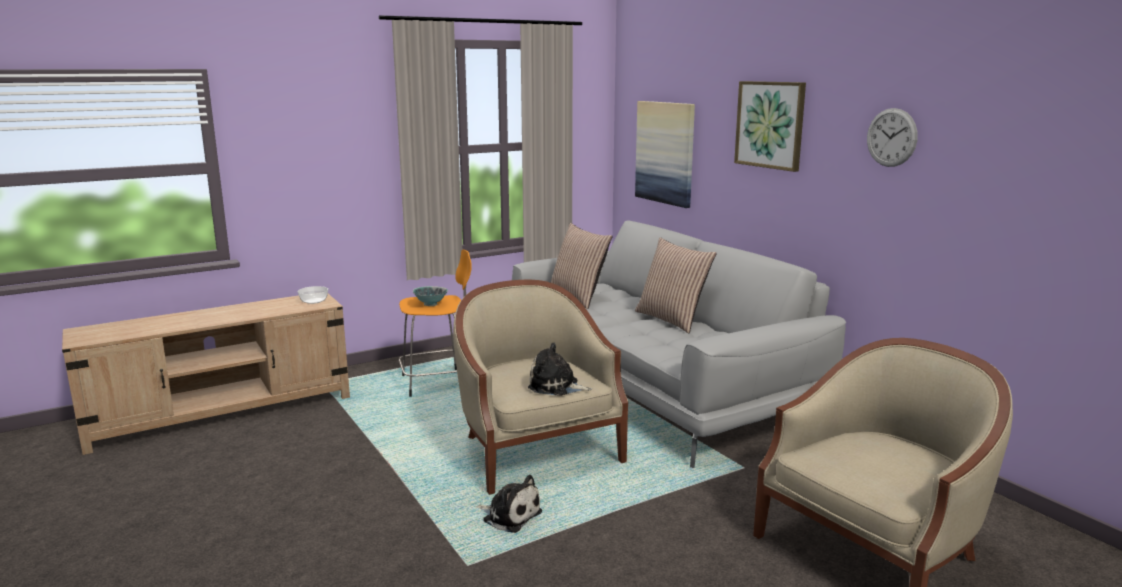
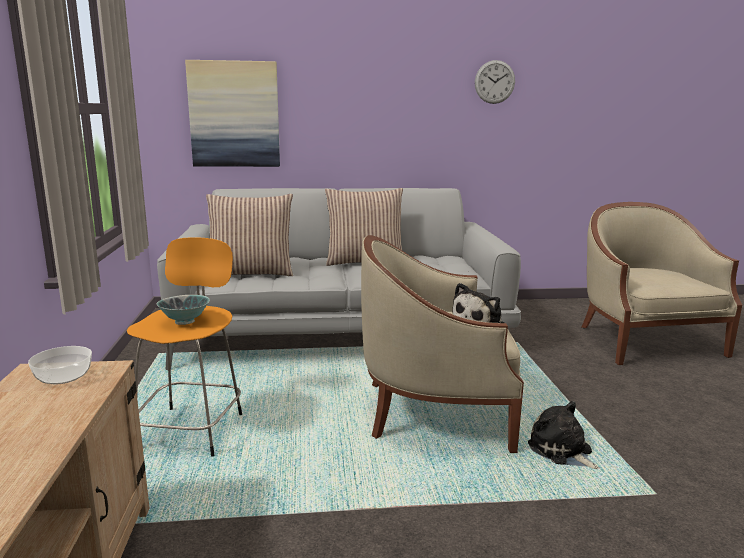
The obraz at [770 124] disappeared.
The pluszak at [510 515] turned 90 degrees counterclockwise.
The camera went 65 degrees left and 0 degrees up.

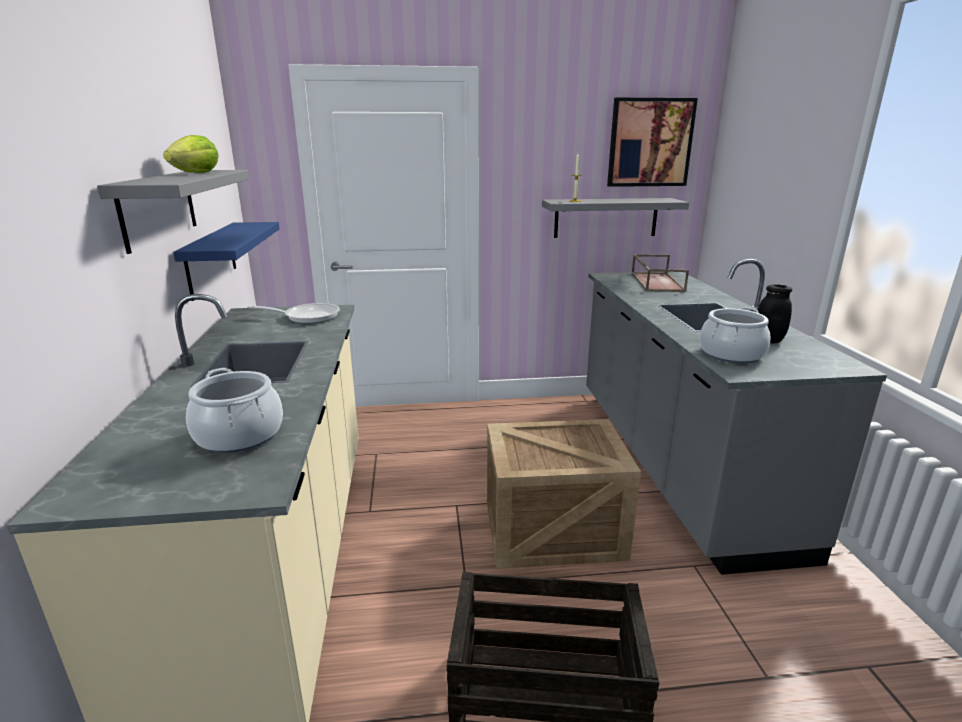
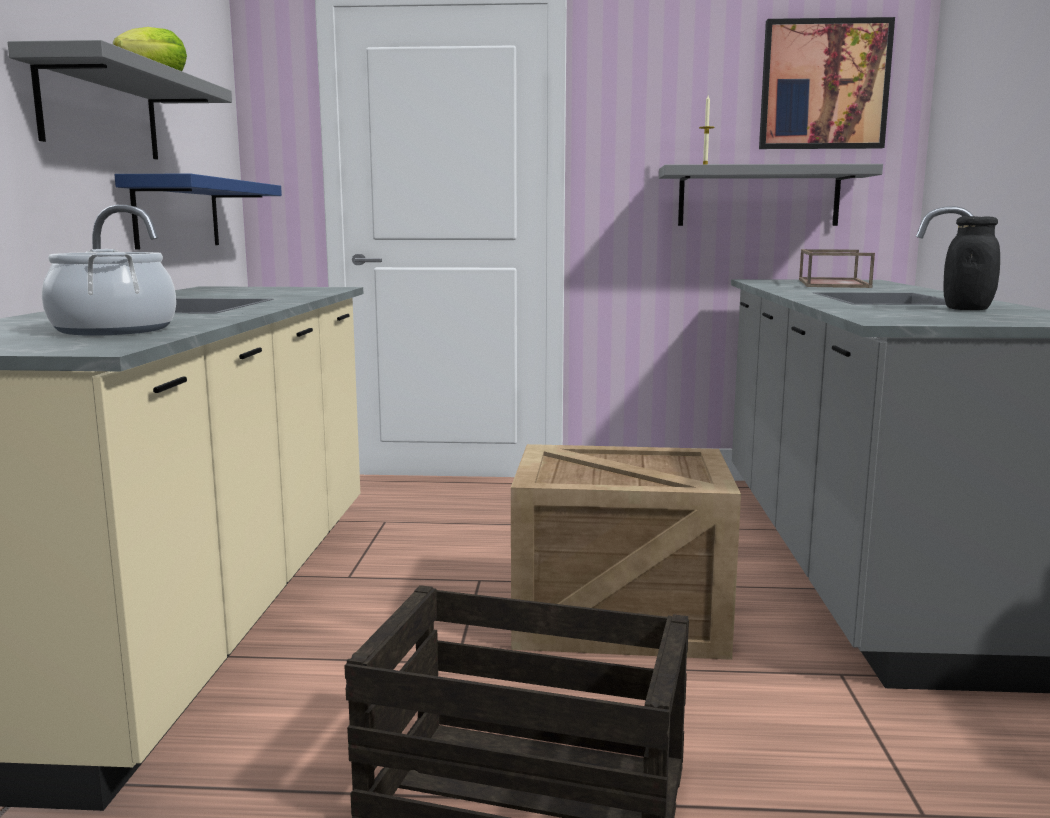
The patelnia at [307 316] disappeared.
The garnek at [731 354] disappeared.
The camera went 10 degrees right and 10 degrees down.

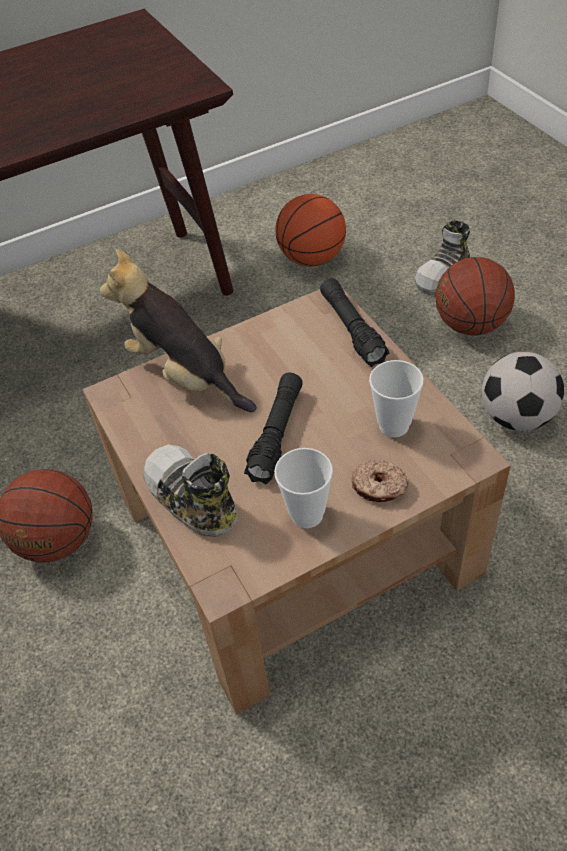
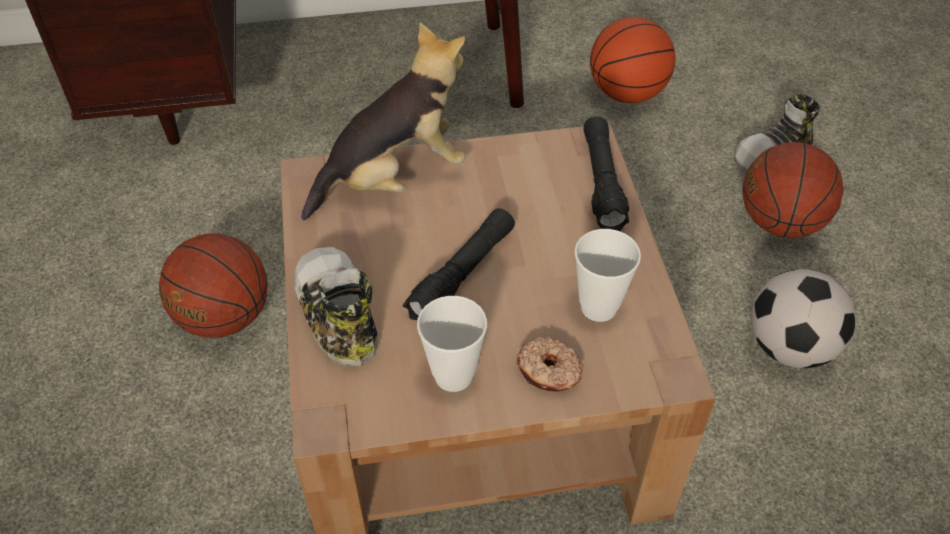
The pluszak at [185 375] turned 90 degrees clockwise.
The camera went 15 degrees right and 0 degrees up.

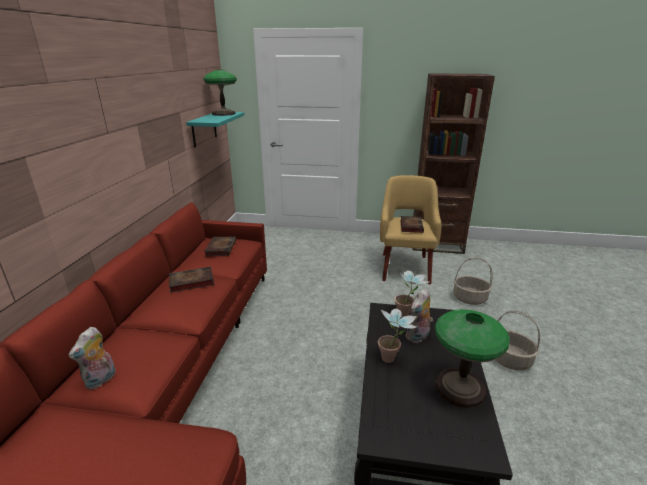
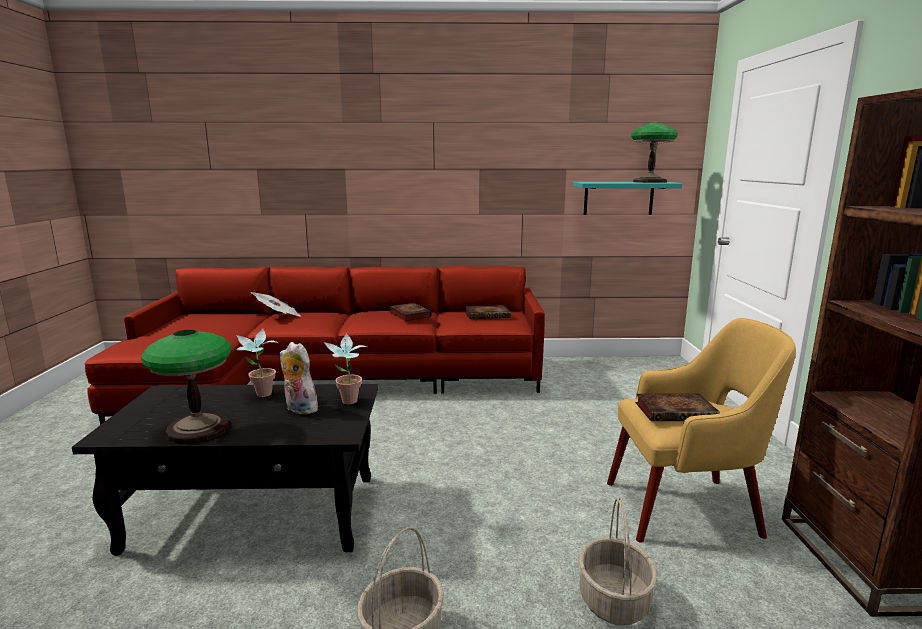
The pluszak at [101 380] was replaced by the gazeta at [278 316].
The camera went 80 degrees right and 10 degrees down.

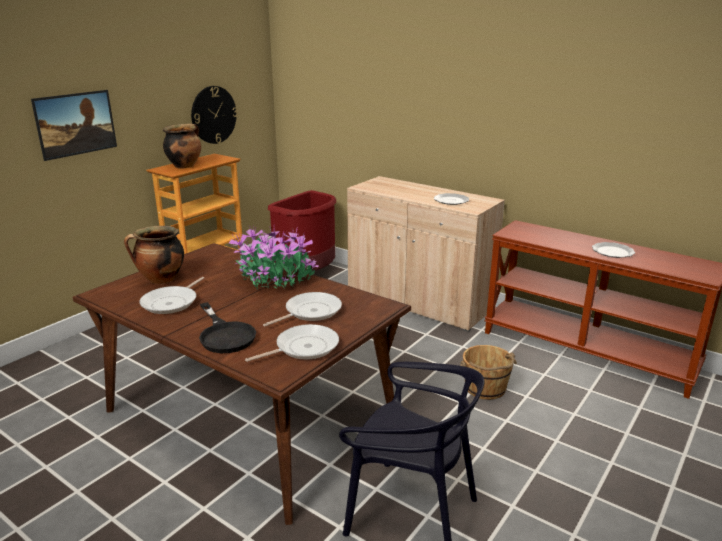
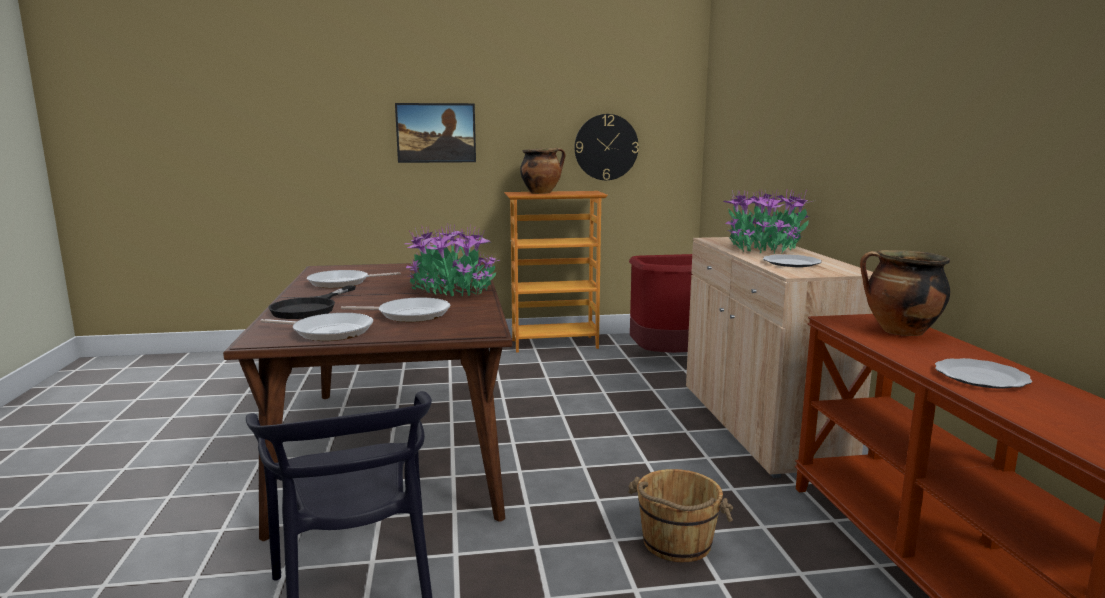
The roślina doniczkowa at [764 248] appeared.
The garnek moved from [160 280] to [899 332].
The camera went 45 degrees right and 10 degrees down.

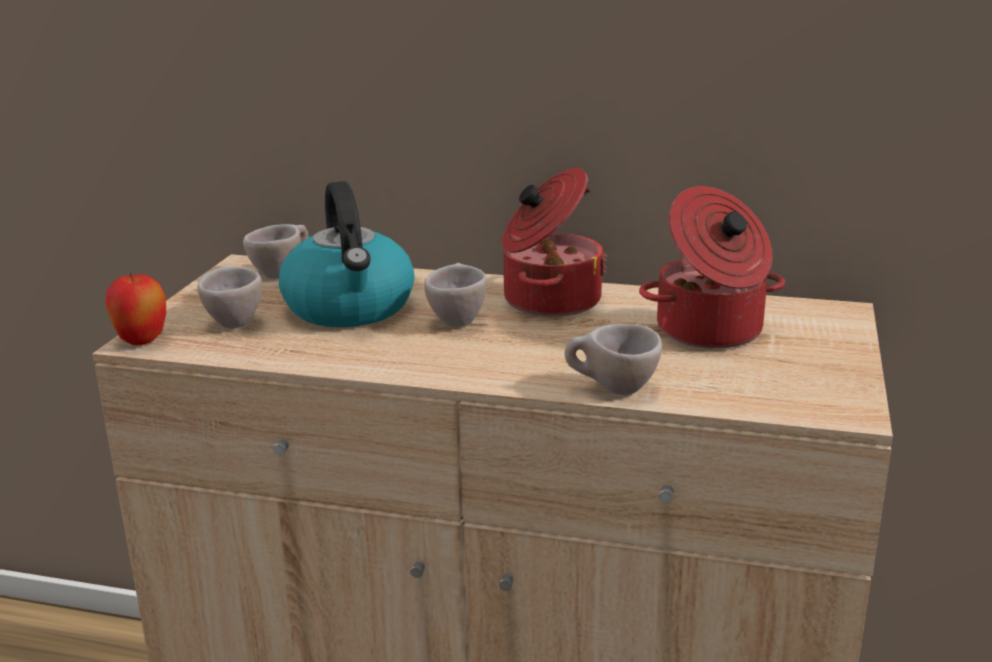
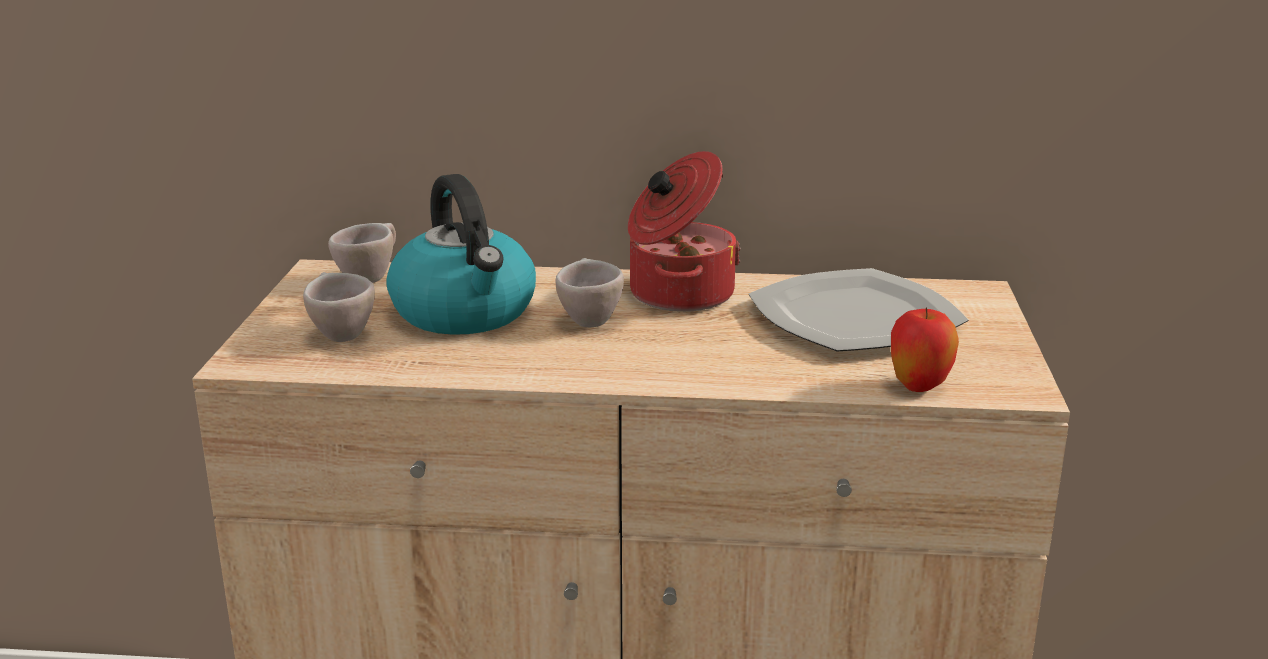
The filiżanka [beżowy] at [612 390] disappeared.
The jabłko moved from [142 342] to [919 387].
The garnek at [710 331] was replaced by the talerz at [857 318].
The camera went 10 degrees left and 0 degrees up.

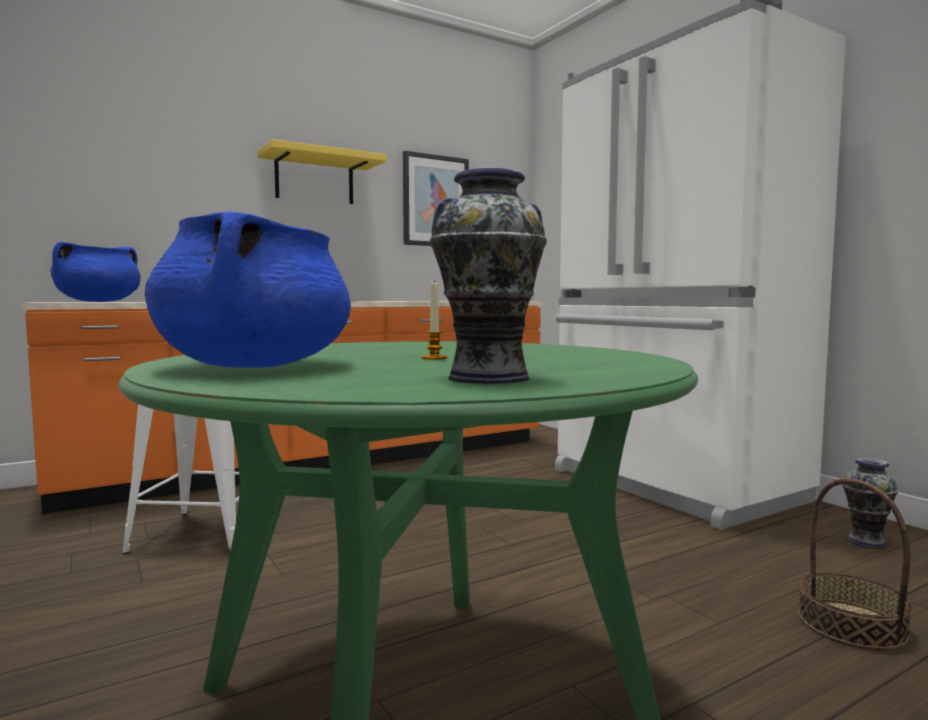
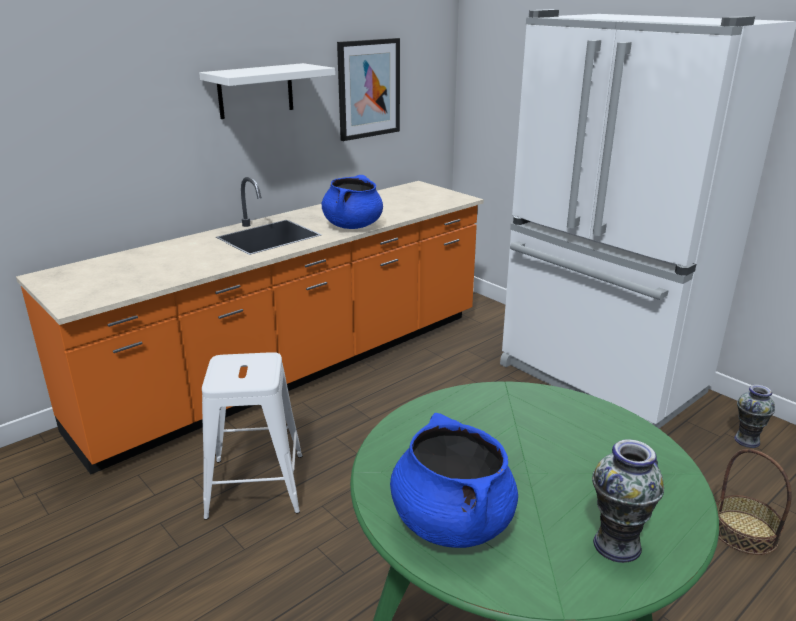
The świeca at [434 358] disappeared.
The garnek [niebieski] moved from [98 301] to [353 225].
The półka [żółty] at [314 179] became the półka [biały] at [255 91].
The camera went 10 degrees left and 20 degrees up.

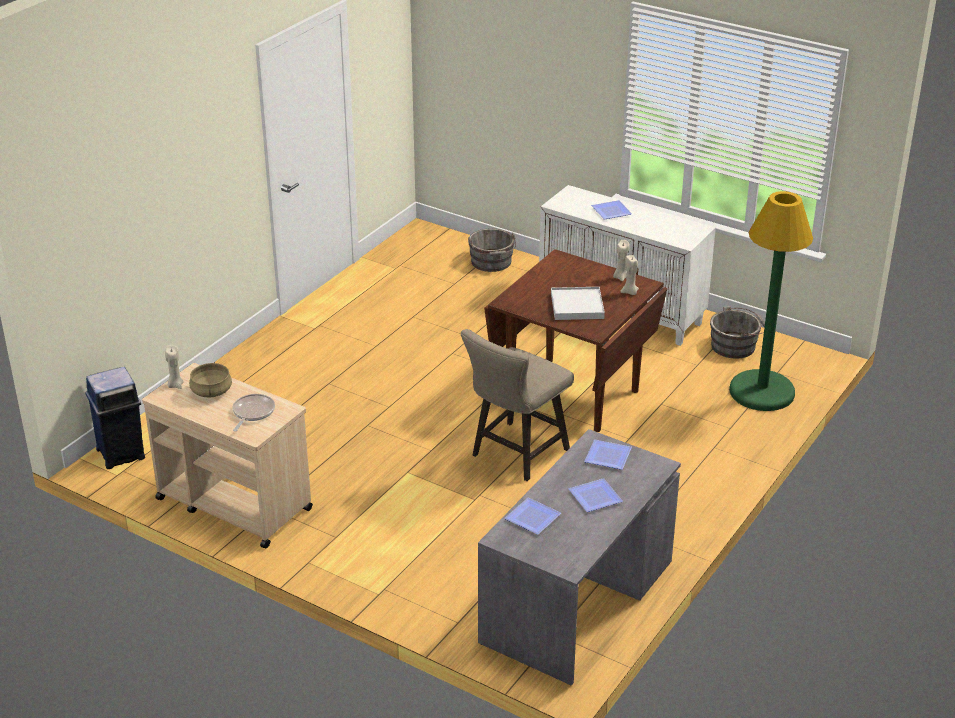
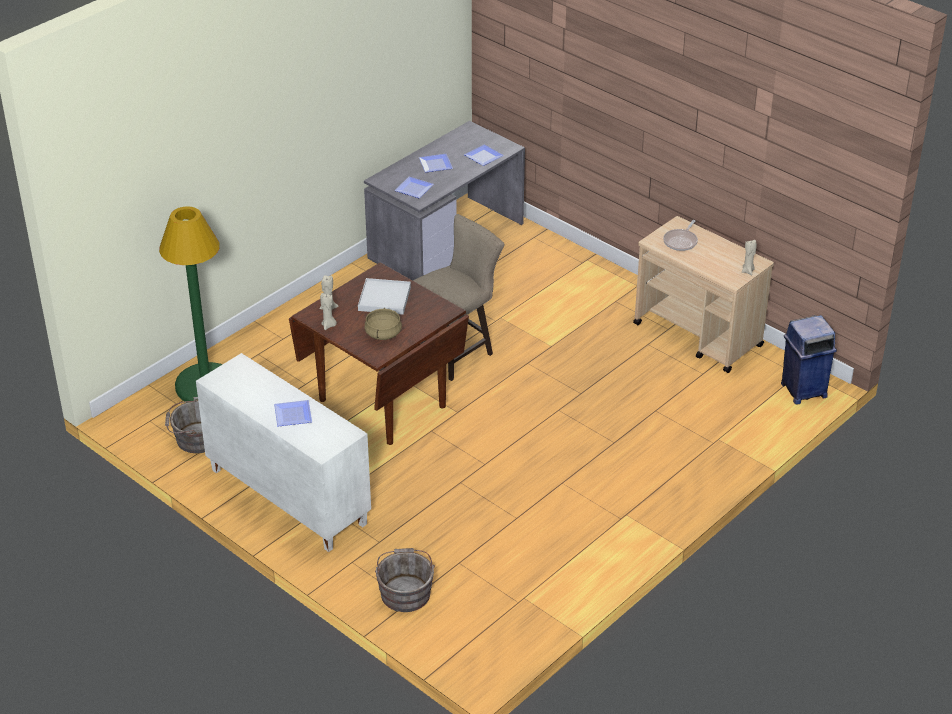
The garnek [beżowy] moved from [212 391] to [383 333].
The camera went 170 degrees left and 5 degrees up.

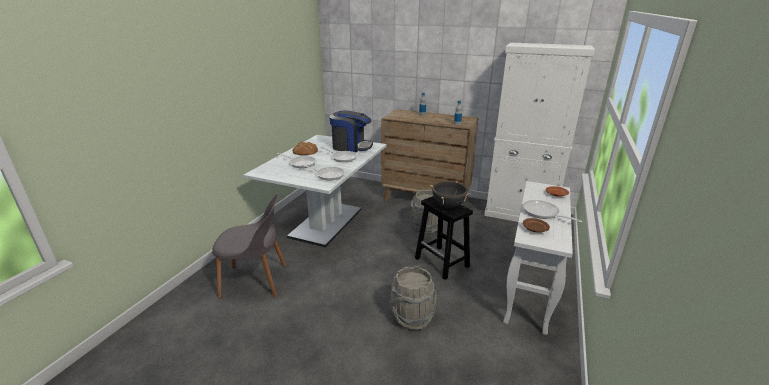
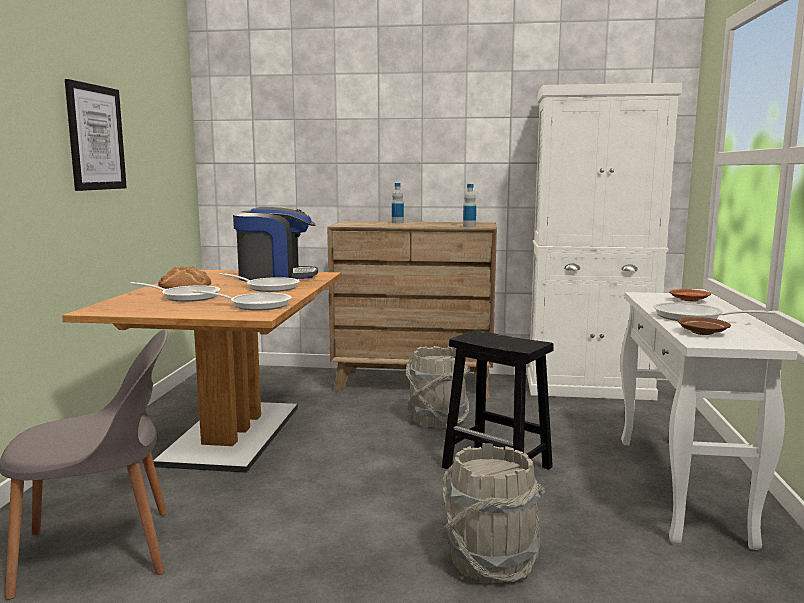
The garnek [czarny] at [448 205] disappeared.
The obraz at [96 137] appeared.
The stół jadalny [biały] at [326 223] became the stół jadalny [brązowy] at [233 434].
The camera went 15 degrees left and 15 degrees down.

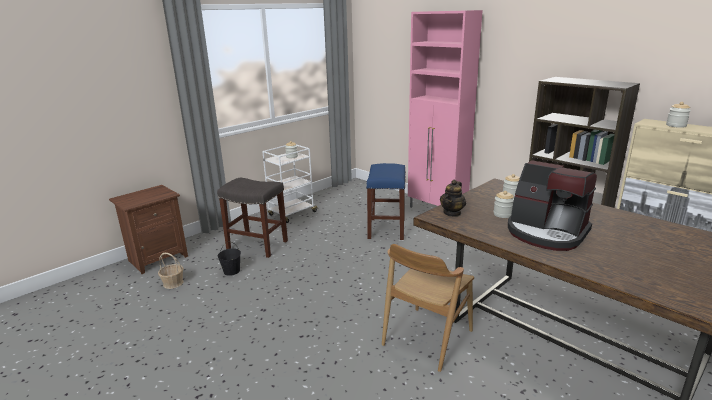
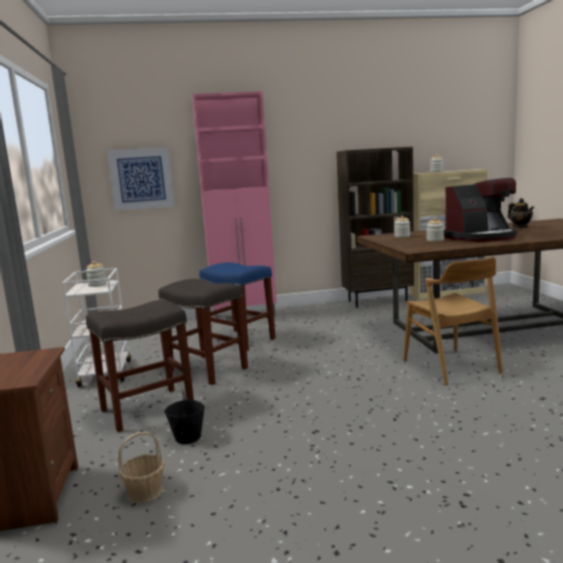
The obraz at [141 179] appeared.
The stołek [szary] at [209 369] appeared.
The imbryk moved from [452 213] to [520 227].
The camera went 55 degrees left and 10 degrees down.

